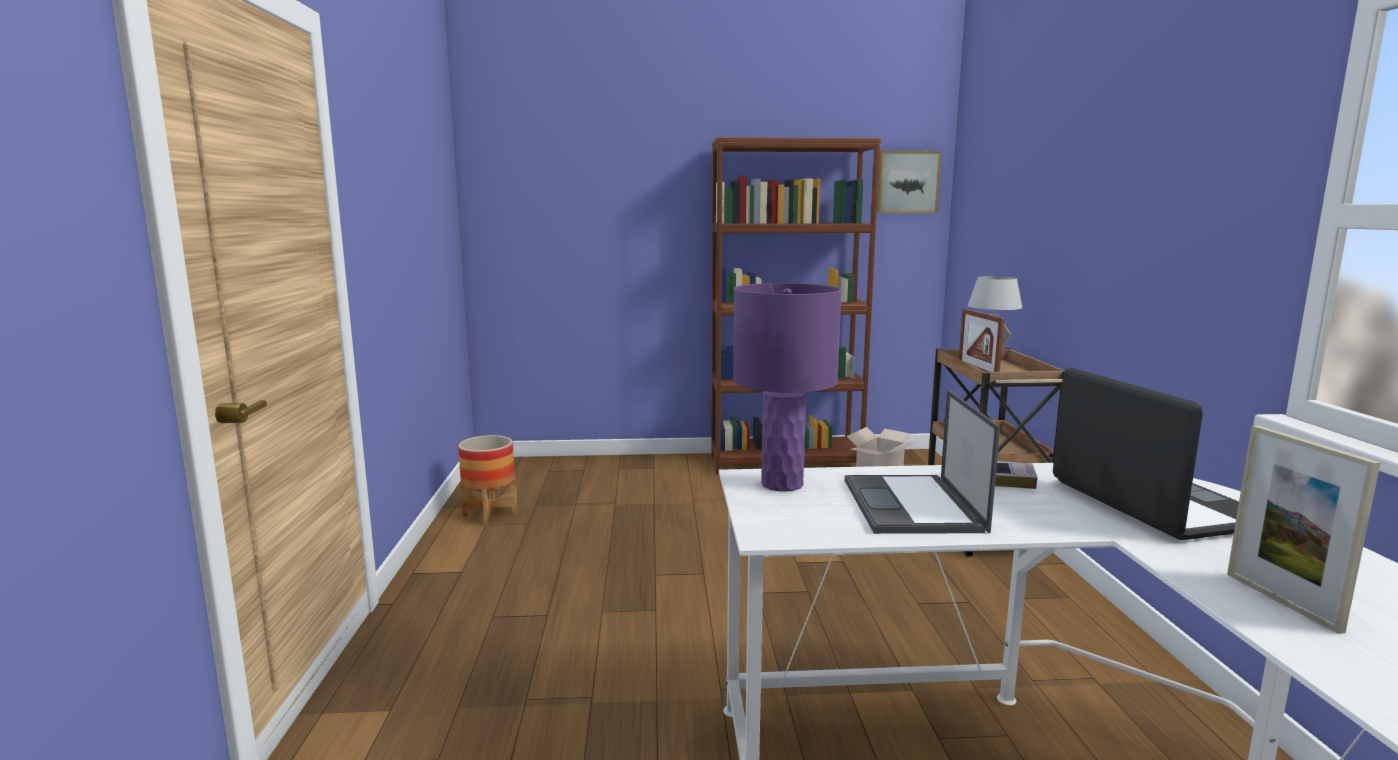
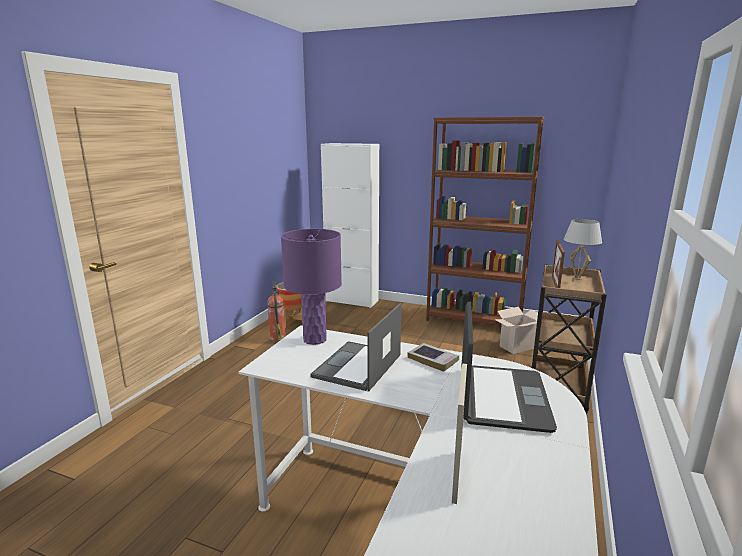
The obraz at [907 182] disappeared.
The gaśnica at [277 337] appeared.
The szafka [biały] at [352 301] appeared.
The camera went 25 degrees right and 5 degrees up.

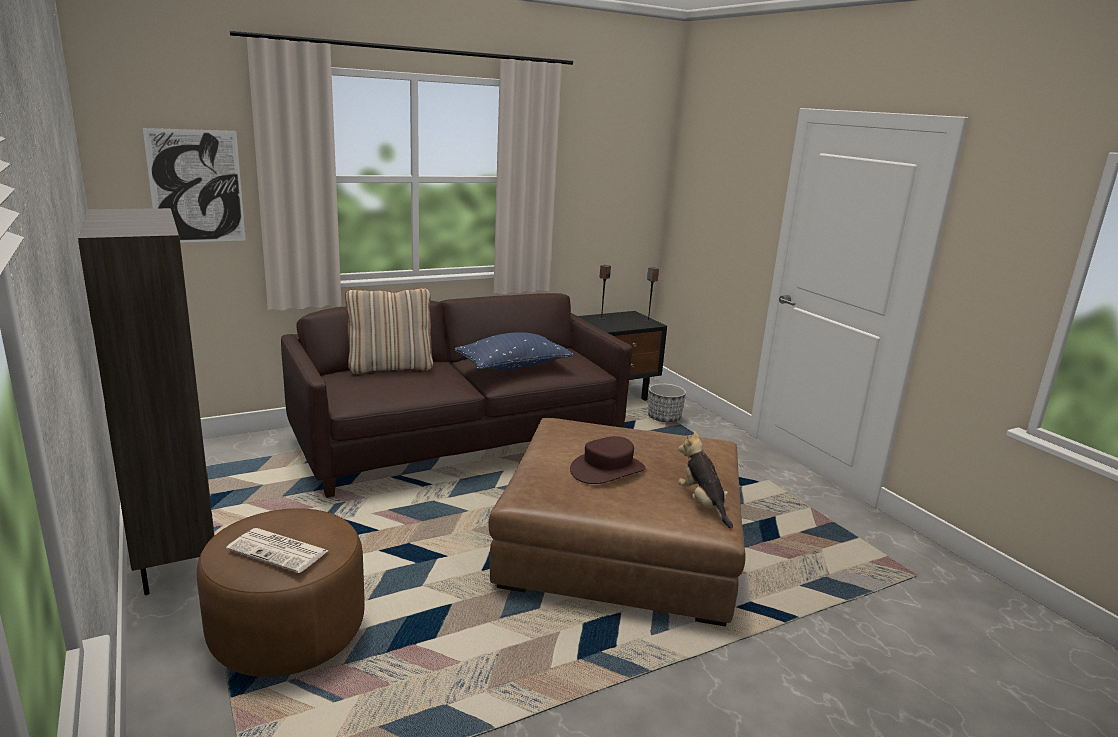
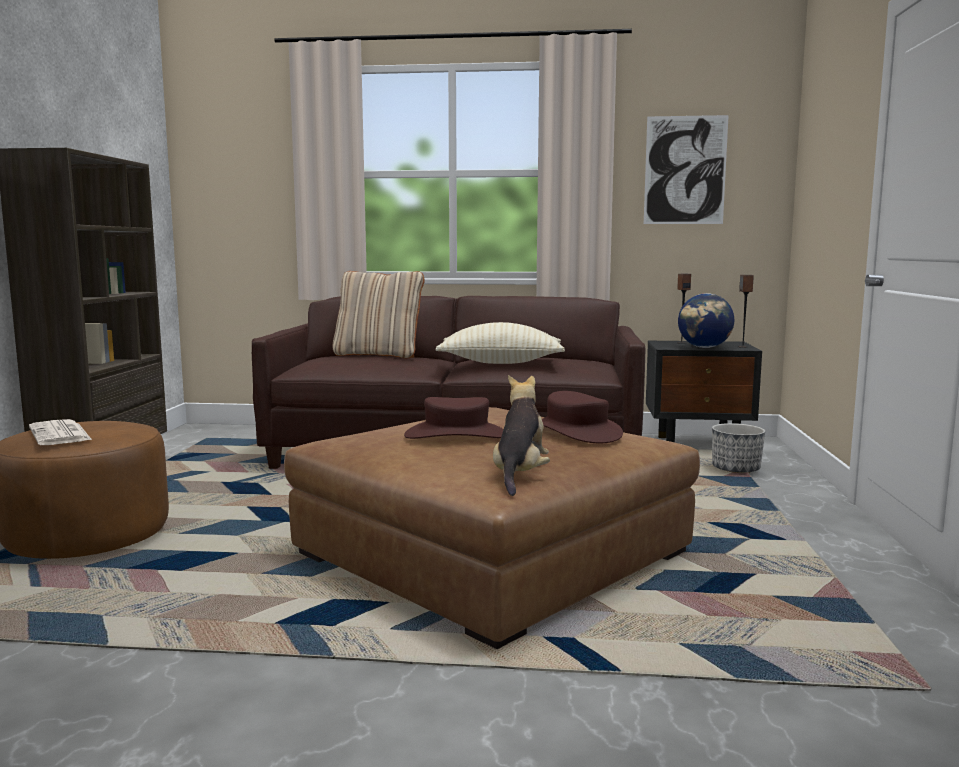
The kapelusz [brązowy] at [576 432] appeared.
The globus at [704 347] appeared.
The obraz moved from [196 187] to [685 170].
The poduszka [niebieski] at [513 366] became the poduszka [beżowy] at [501 363].
The camera went 35 degrees right and 10 degrees down.

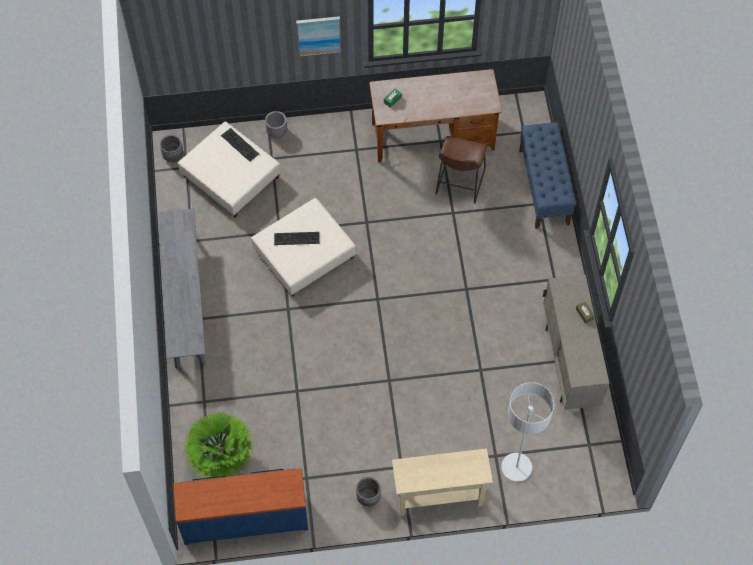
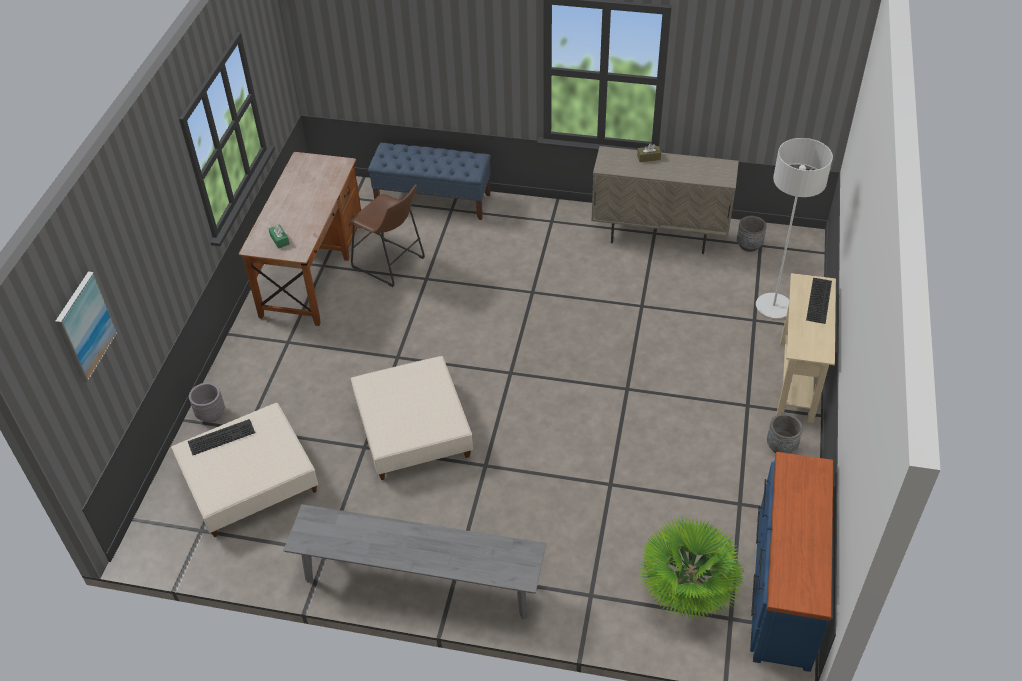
The donica [szary] moved from [173 156] to [749 245].
The klawiatura moved from [296 239] to [820 301].
The obraz moved from [318 35] to [85 326].
The camera went 70 degrees left and 15 degrees down.

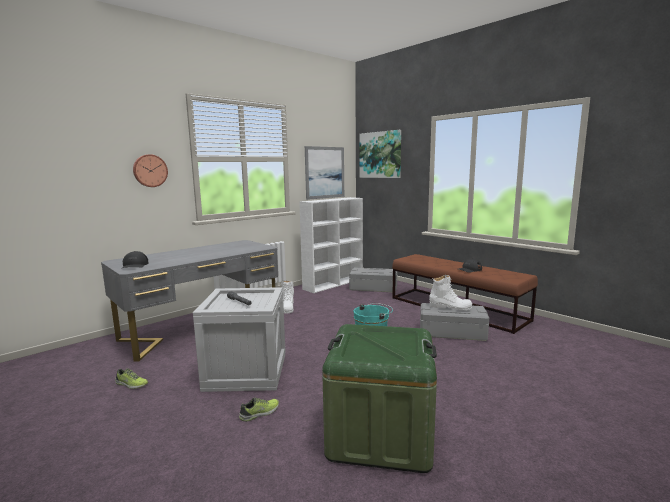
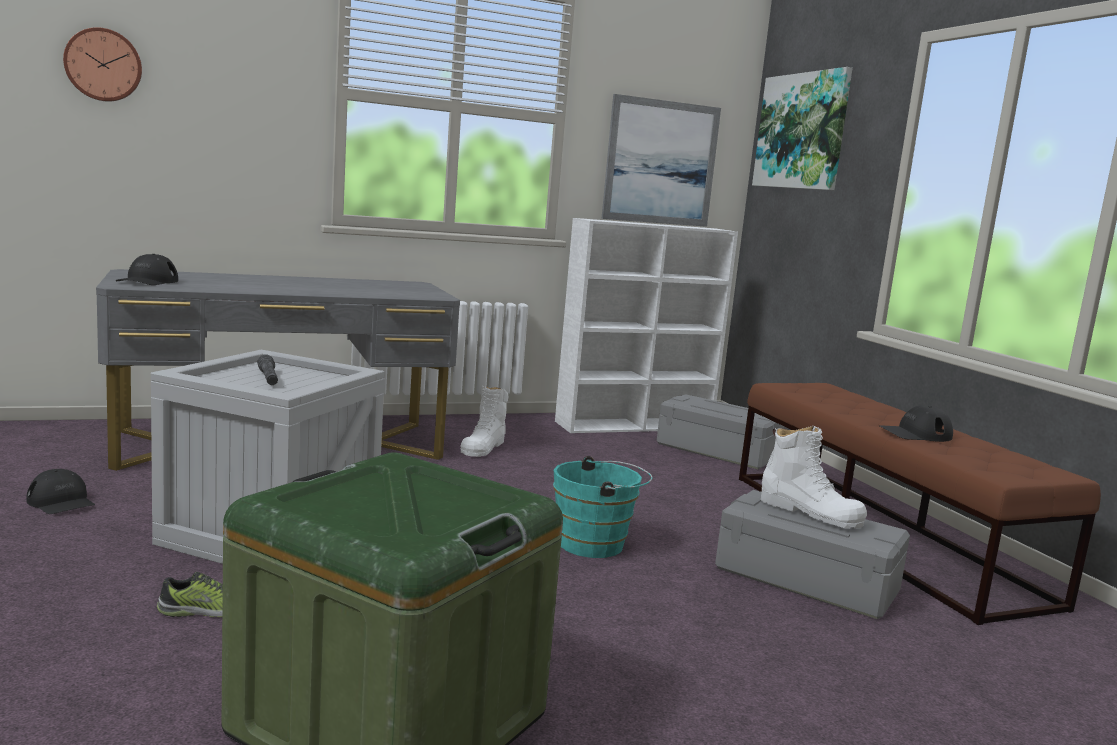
The zegar ścienny moved from [150 170] to [103 65].
The but at [131 384] was replaced by the czapka z daszkiem [czarny] at [61 502].
The camera went 20 degrees right and 0 degrees up.

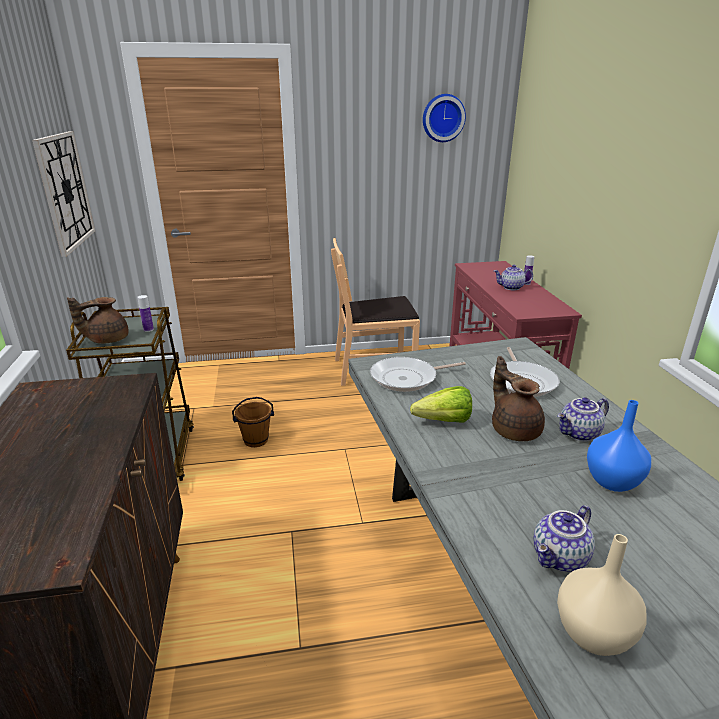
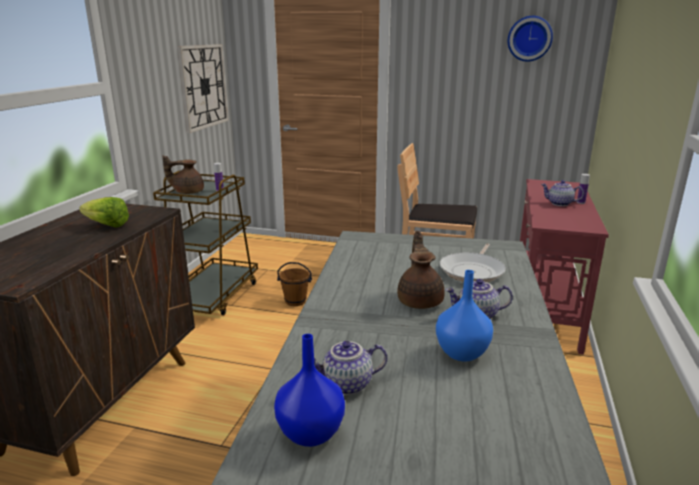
The patelnia at [407 378] disappeared.
The sałata moved from [438 421] to [104 225].
The wazon [beżowy] at [592 632] became the wazon [niebieski] at [311 432].
The camera went 25 degrees right and 5 degrees down.

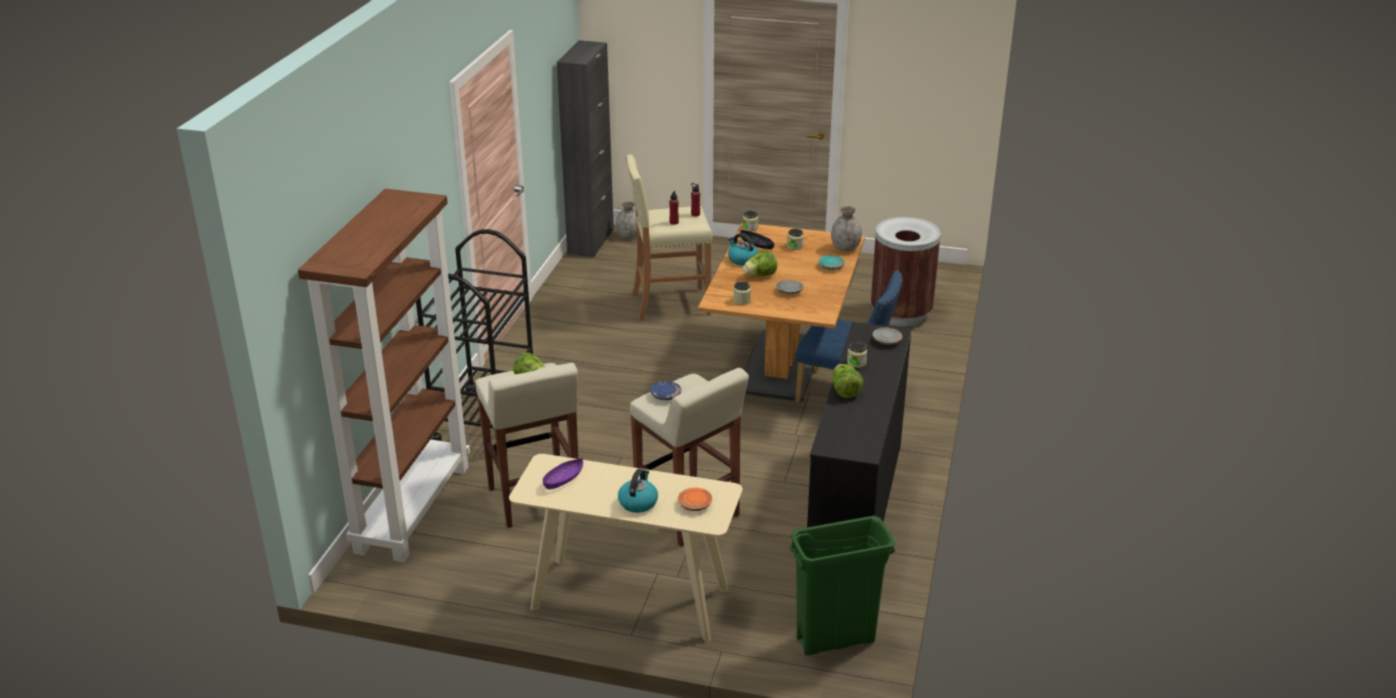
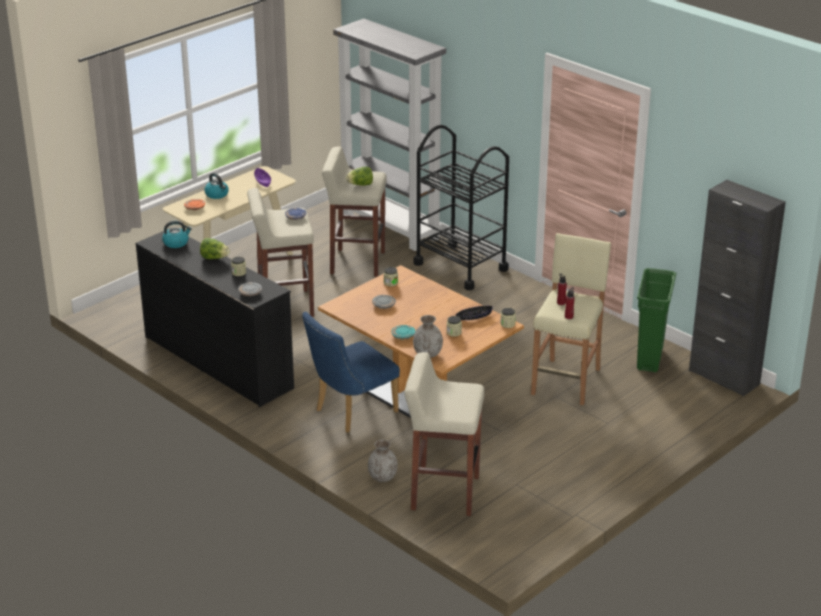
The sałata at [760 275] disappeared.
The wazon [szary] moved from [629 236] to [382 477].
The czajnik moved from [742 260] to [176 243].
The kosz na śmieci [zielony] moved from [836 639] to [650 358].
The kosz na śmieci [brązowy] at [900 314] was replaced by the stołek [beżowy] at [443 493].
The regał [brązowy] at [412 507] became the regał [szary] at [391 227].
The camera went 120 degrees right and 0 degrees up.

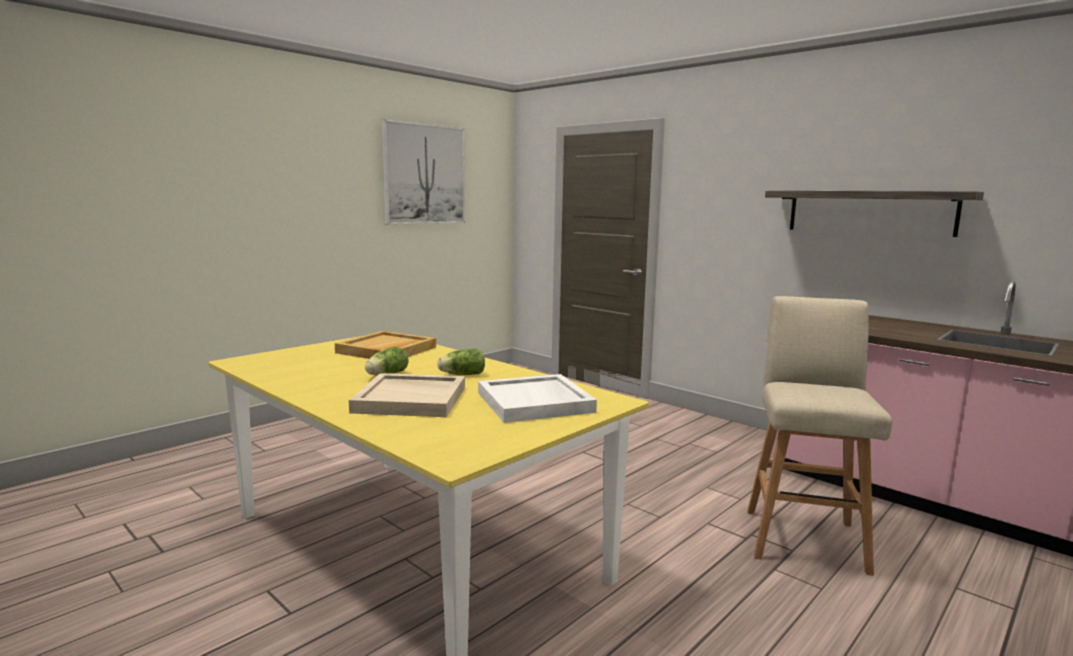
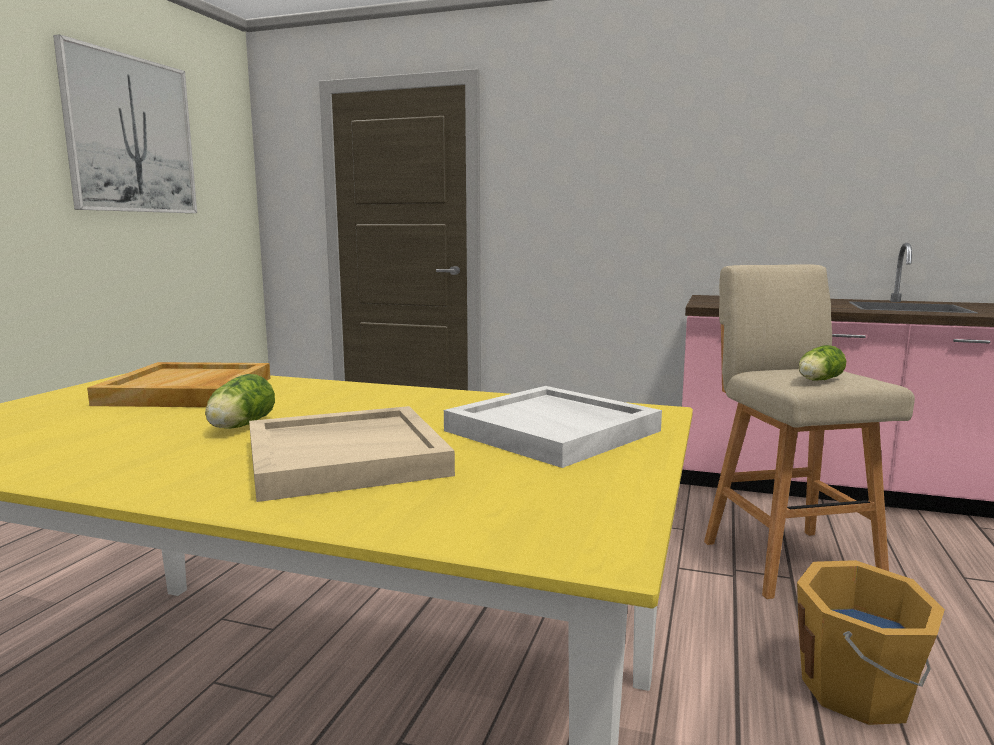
The półka at [869 212] disappeared.
The wiadro [pomarańczowy] at [860 691] appeared.
The sałata moved from [461 374] to [817 380].
The camera went 25 degrees left and 0 degrees up.

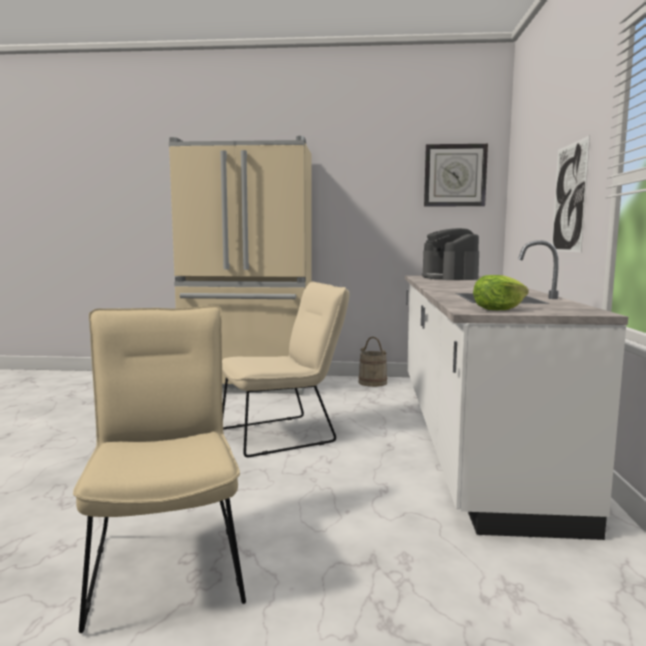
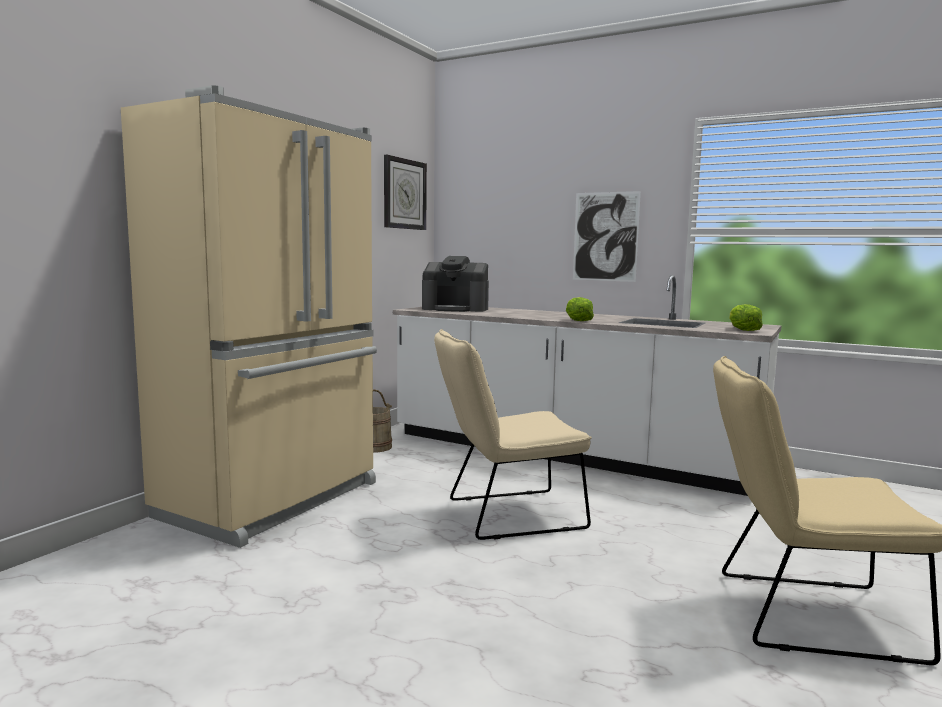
The sałata at [578 320] appeared.
The krzesło [beżowy] at [285 434] turned 105 degrees counterclockwise.
The camera went 65 degrees left and 0 degrees up.

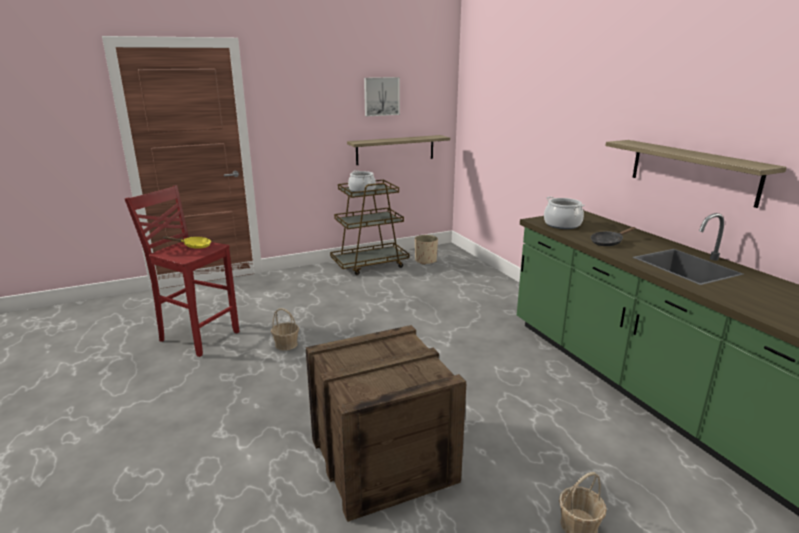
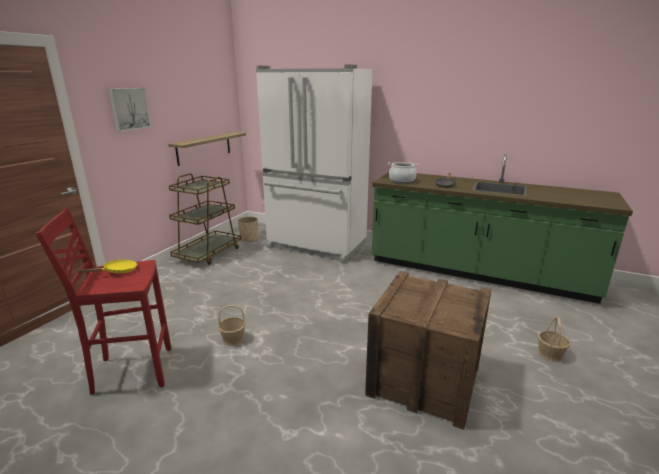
The garnek at [362 190] disappeared.
The półka at [692 171] disappeared.
The lodówka [biały] at [316 246] appeared.
The obraz moved from [381 96] to [129 109].
The camera went 40 degrees left and 0 degrees up.

